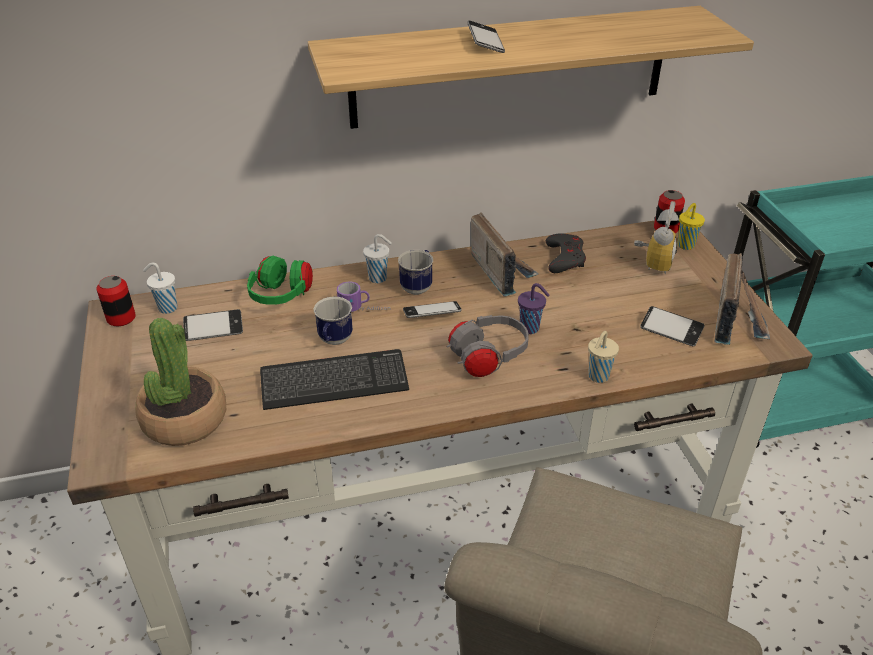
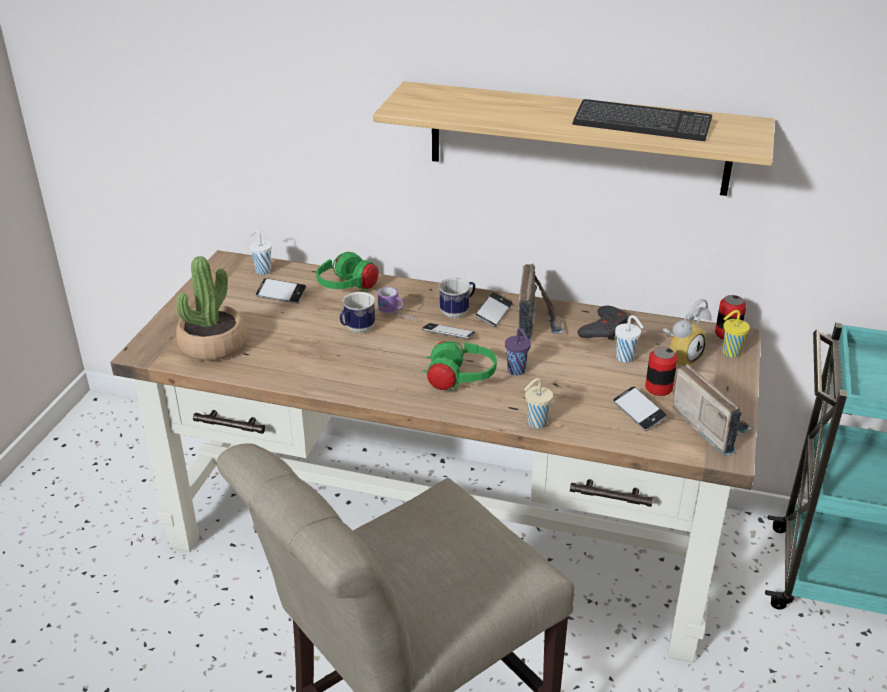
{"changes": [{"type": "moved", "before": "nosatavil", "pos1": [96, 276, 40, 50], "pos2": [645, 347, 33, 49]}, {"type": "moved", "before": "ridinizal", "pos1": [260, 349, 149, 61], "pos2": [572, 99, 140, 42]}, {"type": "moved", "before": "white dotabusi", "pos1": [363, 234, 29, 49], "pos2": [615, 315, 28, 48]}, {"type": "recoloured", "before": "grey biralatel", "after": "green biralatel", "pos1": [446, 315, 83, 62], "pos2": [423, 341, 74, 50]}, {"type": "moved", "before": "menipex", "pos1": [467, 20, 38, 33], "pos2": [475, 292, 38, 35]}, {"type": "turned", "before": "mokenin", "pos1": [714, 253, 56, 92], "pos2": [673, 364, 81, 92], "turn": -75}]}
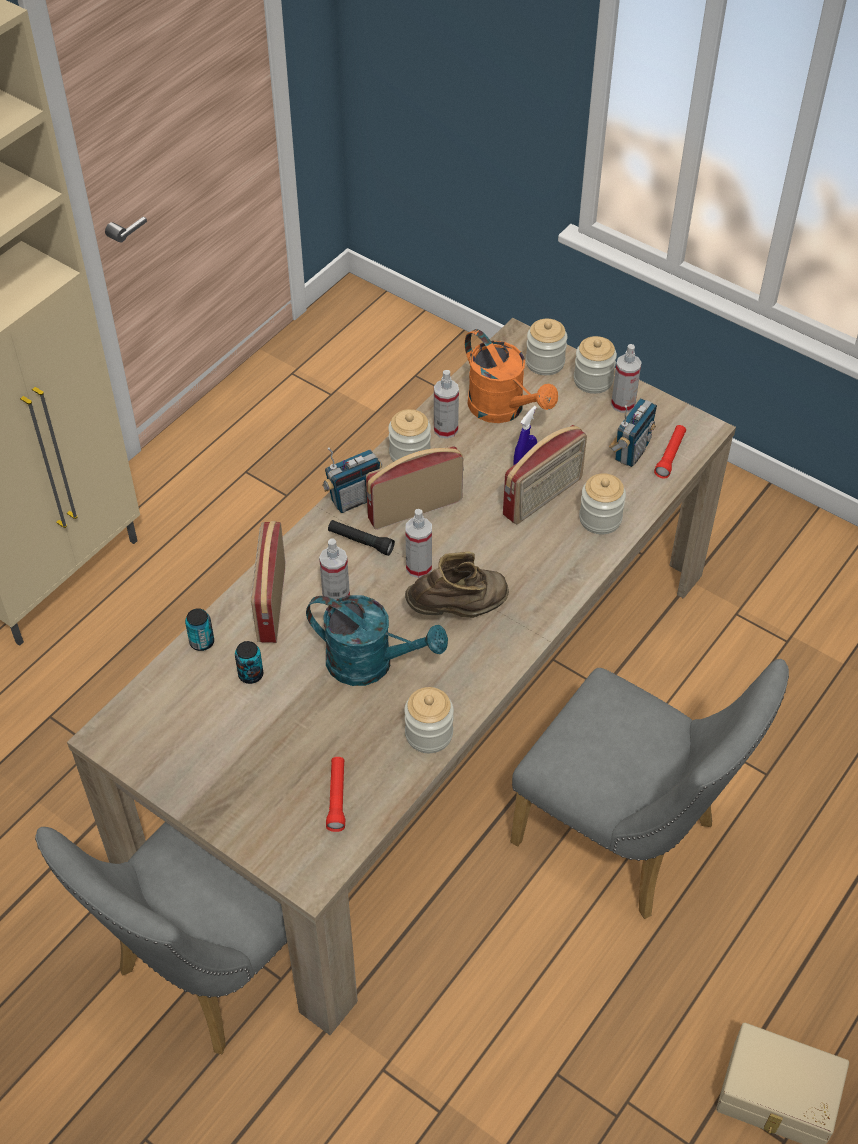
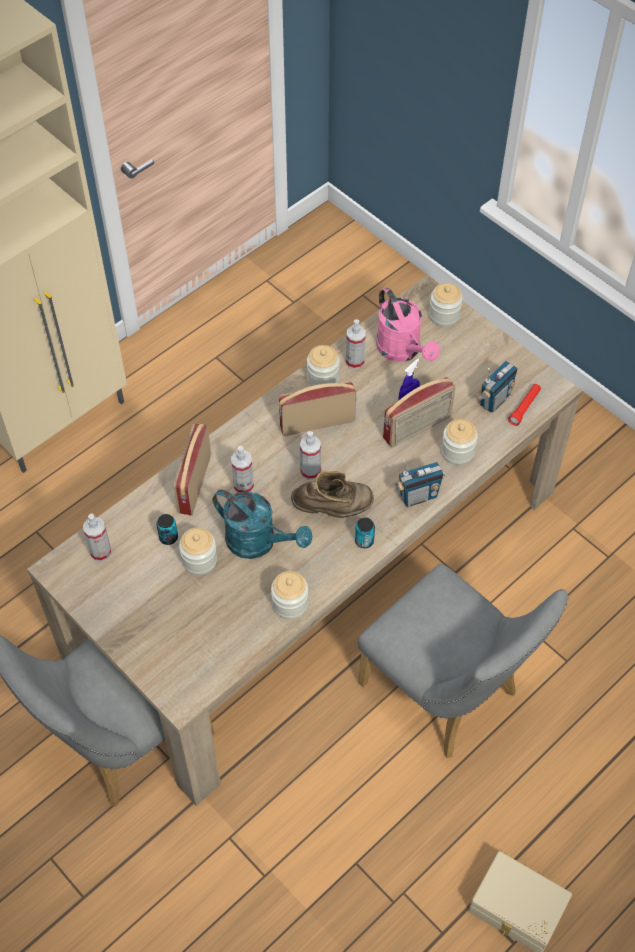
{"changes": [{"type": "moved", "before": "nosatavil", "pos1": [185, 608, 29, 43], "pos2": [355, 518, 20, 30]}, {"type": "moved", "before": "mokenin", "pos1": [322, 447, 60, 66], "pos2": [395, 460, 50, 47]}, {"type": "removed", "before": "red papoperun", "pos1": [326, 757, 19, 75]}, {"type": "removed", "before": "black papoperun", "pos1": [328, 520, 67, 36]}, {"type": "recoloured", "before": "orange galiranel", "after": "pink galiranel", "pos1": [465, 329, 93, 94], "pos2": [376, 287, 64, 75]}, {"type": "moved", "before": "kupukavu", "pos1": [574, 336, 43, 58], "pos2": [179, 527, 38, 48]}, {"type": "moved", "before": "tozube", "pos1": [611, 344, 31, 69], "pos2": [83, 514, 28, 47]}]}
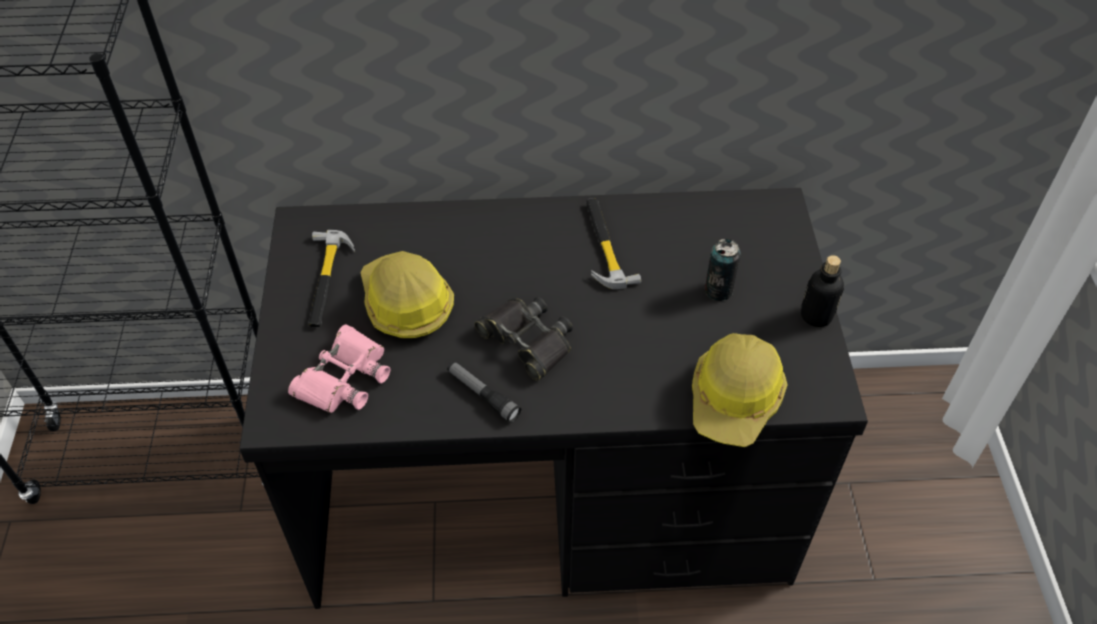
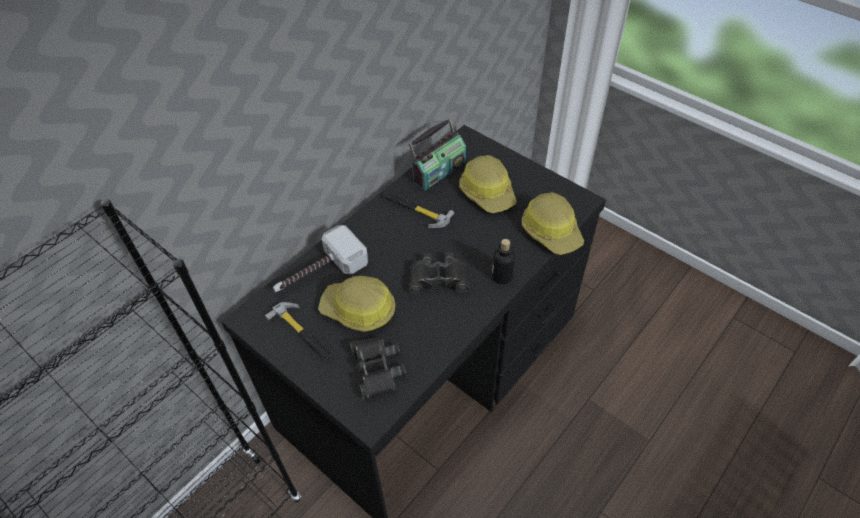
{"changes": [{"type": "recoloured", "before": "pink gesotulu", "after": "black gesotulu", "pos1": [288, 325, 102, 88], "pos2": [350, 336, 56, 64]}, {"type": "removed", "before": "papoperun", "pos1": [447, 361, 75, 62]}, {"type": "replaced", "before": "nosatavil", "after": "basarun", "pos1": [705, 239, 36, 62], "pos2": [459, 155, 58, 58]}, {"type": "moved", "before": "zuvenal", "pos1": [801, 255, 43, 72], "pos2": [492, 239, 23, 45]}, {"type": "added", "after": "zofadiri", "pos2": [273, 225, 95, 67]}, {"type": "added", "after": "mokenin", "pos2": [409, 118, 57, 72]}]}
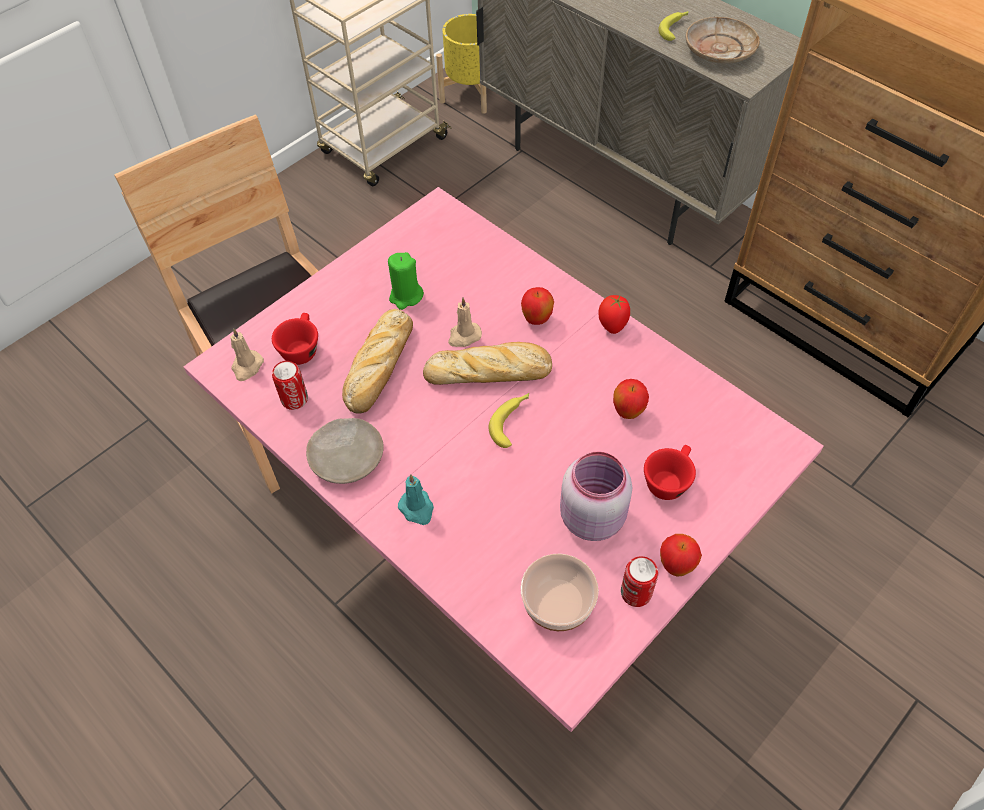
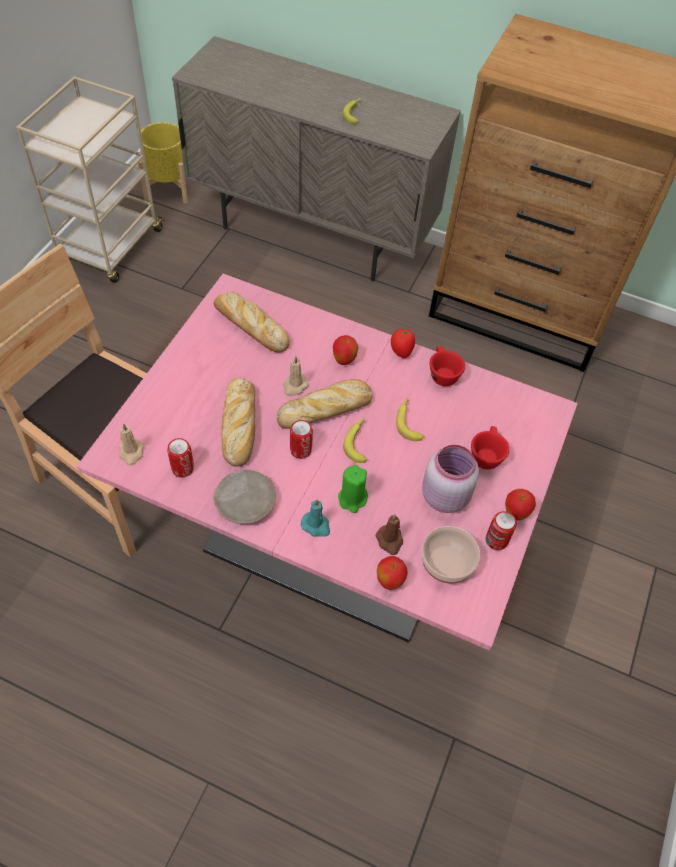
{"changes": [{"type": "moved", "before": "red dotabusi", "pos1": [272, 313, 46, 52], "pos2": [429, 346, 36, 40]}, {"type": "moved", "before": "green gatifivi", "pos1": [388, 252, 36, 58], "pos2": [338, 465, 30, 48]}, {"type": "moved", "before": "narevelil", "pos1": [613, 379, 36, 40], "pos2": [377, 556, 31, 34]}, {"type": "removed", "before": "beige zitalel", "pos1": [686, 17, 74, 47]}, {"type": "added", "after": "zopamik", "pos2": [214, 292, 76, 61]}, {"type": "added", "after": "nosatavil", "pos2": [290, 420, 23, 39]}, {"type": "added", "after": "brown gatifivi", "pos2": [375, 514, 28, 41]}, {"type": "added", "after": "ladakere", "pos2": [396, 397, 28, 44]}]}
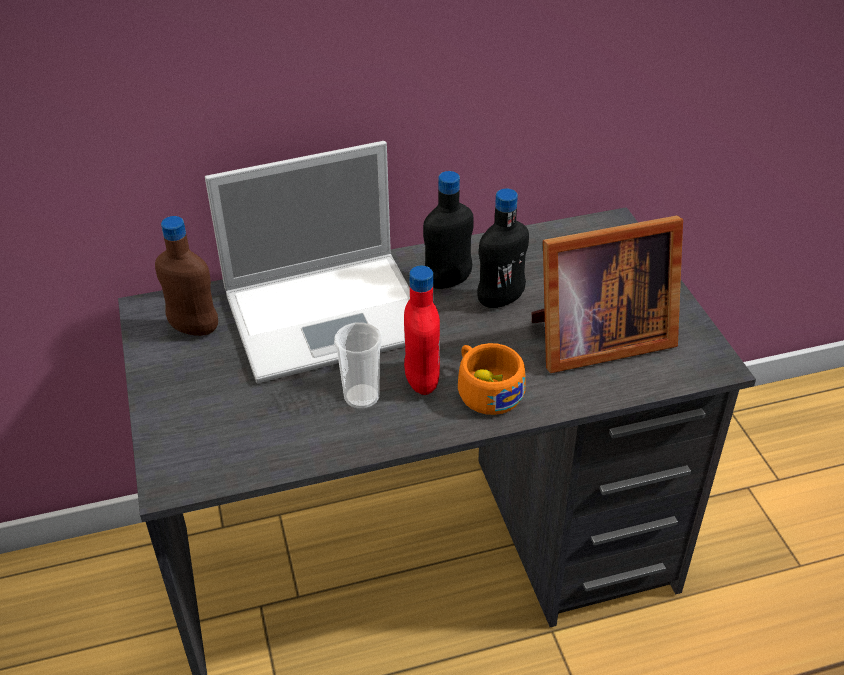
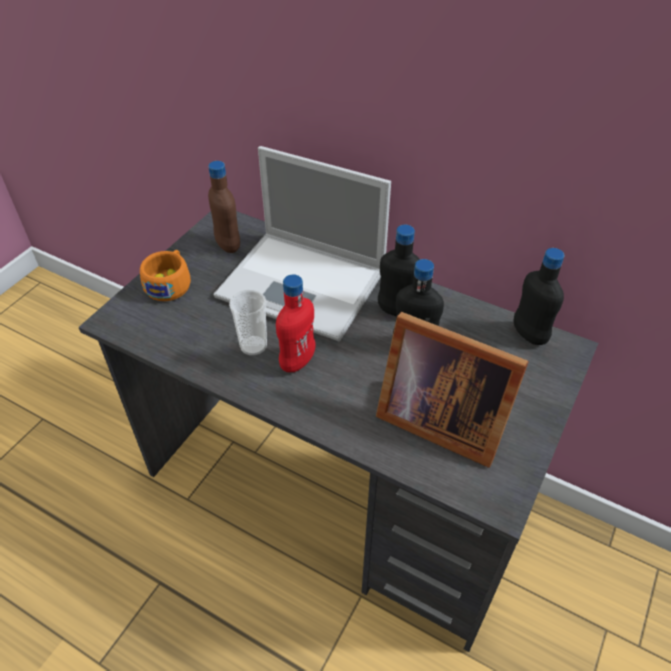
{"changes": [{"type": "moved", "before": "orange dotabusi", "pos1": [458, 343, 68, 72], "pos2": [140, 250, 51, 51]}, {"type": "added", "after": "black zuvenal", "pos2": [513, 248, 51, 97]}]}
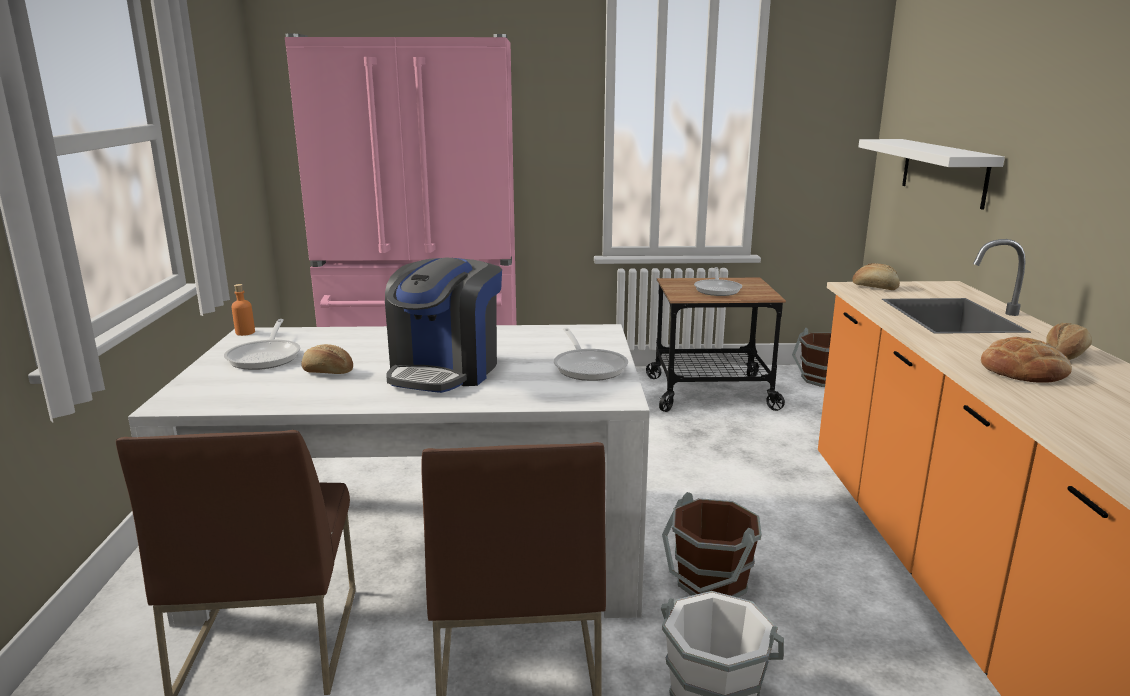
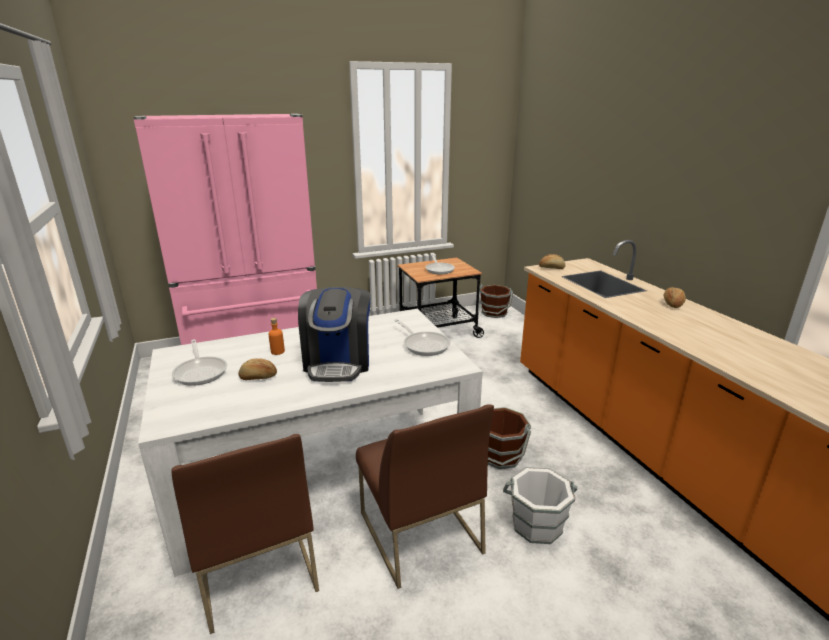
{"changes": [{"type": "moved", "before": "orange zuvenal", "pos1": [231, 284, 24, 52], "pos2": [268, 318, 17, 37]}, {"type": "removed", "before": "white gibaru", "pos1": [858, 139, 147, 71]}, {"type": "removed", "before": "zopamik", "pos1": [981, 337, 91, 46]}]}
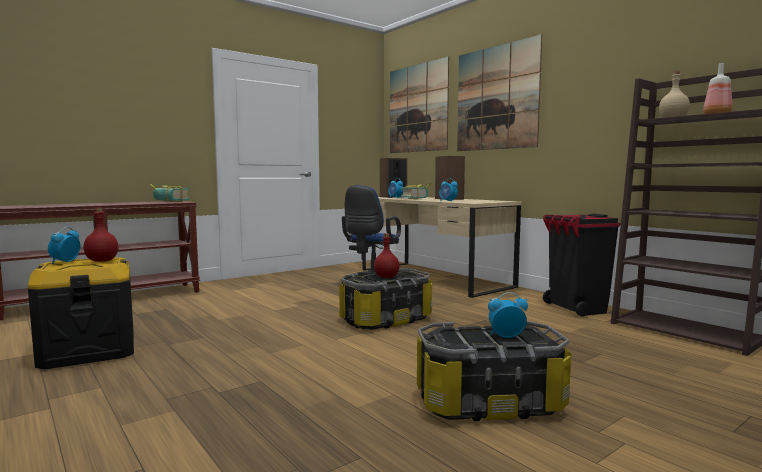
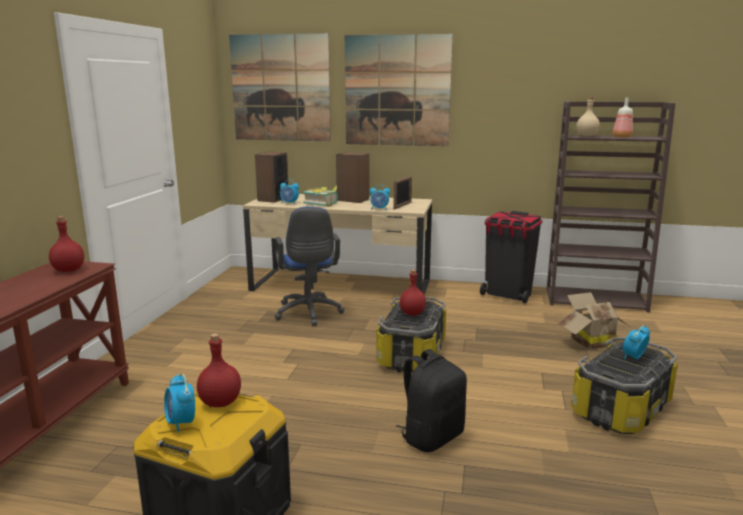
{"changes": [{"type": "replaced", "before": "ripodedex", "after": "red zuvenal", "pos1": [150, 184, 40, 18], "pos2": [49, 216, 35, 56]}, {"type": "added", "after": "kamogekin", "pos2": [393, 176, 19, 34]}, {"type": "added", "after": "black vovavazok", "pos2": [396, 349, 71, 103]}, {"type": "added", "after": "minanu", "pos2": [558, 292, 71, 58]}]}
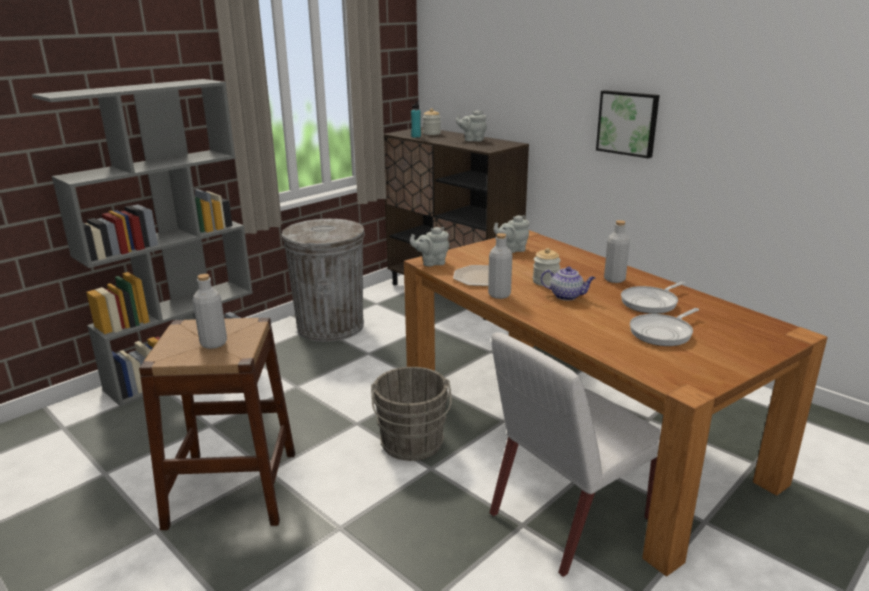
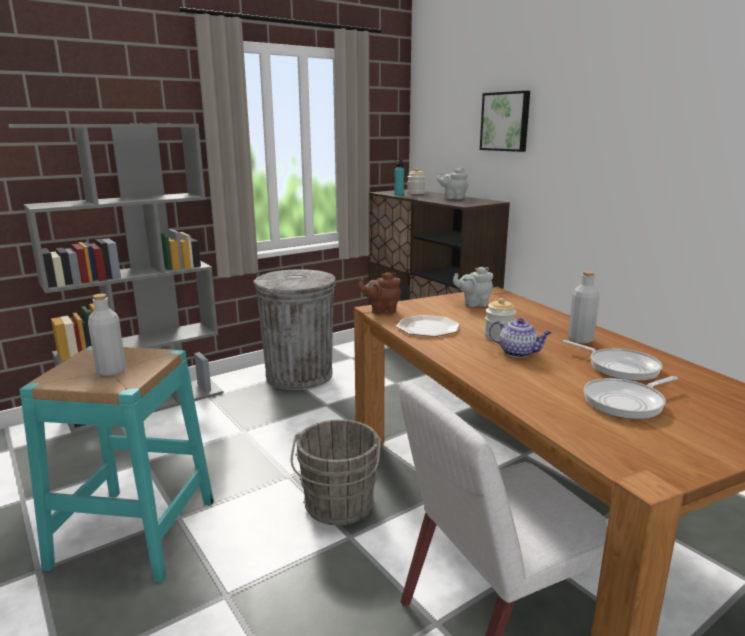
{"changes": [{"type": "recoloured", "before": "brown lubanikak", "after": "turquoise lubanikak", "pos1": [139, 318, 156, 212], "pos2": [19, 346, 195, 237]}, {"type": "recoloured", "before": "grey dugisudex", "after": "brown dugisudex", "pos1": [410, 227, 39, 39], "pos2": [358, 272, 43, 42]}, {"type": "removed", "before": "grey zuvenal", "pos1": [488, 233, 24, 66]}, {"type": "moved", "before": "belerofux", "pos1": [596, 90, 63, 68], "pos2": [480, 91, 50, 61]}, {"type": "turned", "before": "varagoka", "pos1": [621, 281, 64, 33], "pos2": [563, 340, 99, 41], "turn": -105}]}
